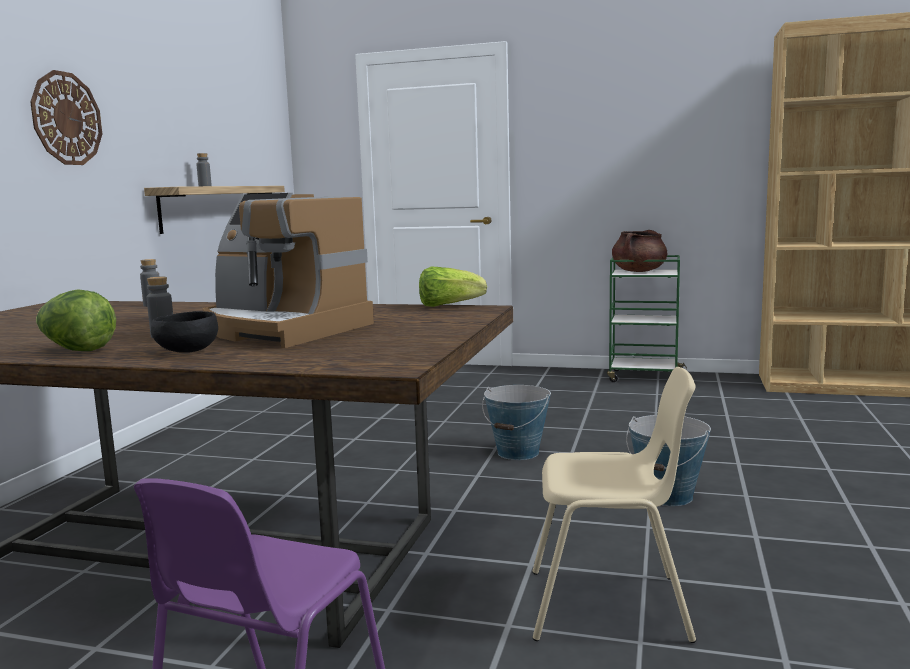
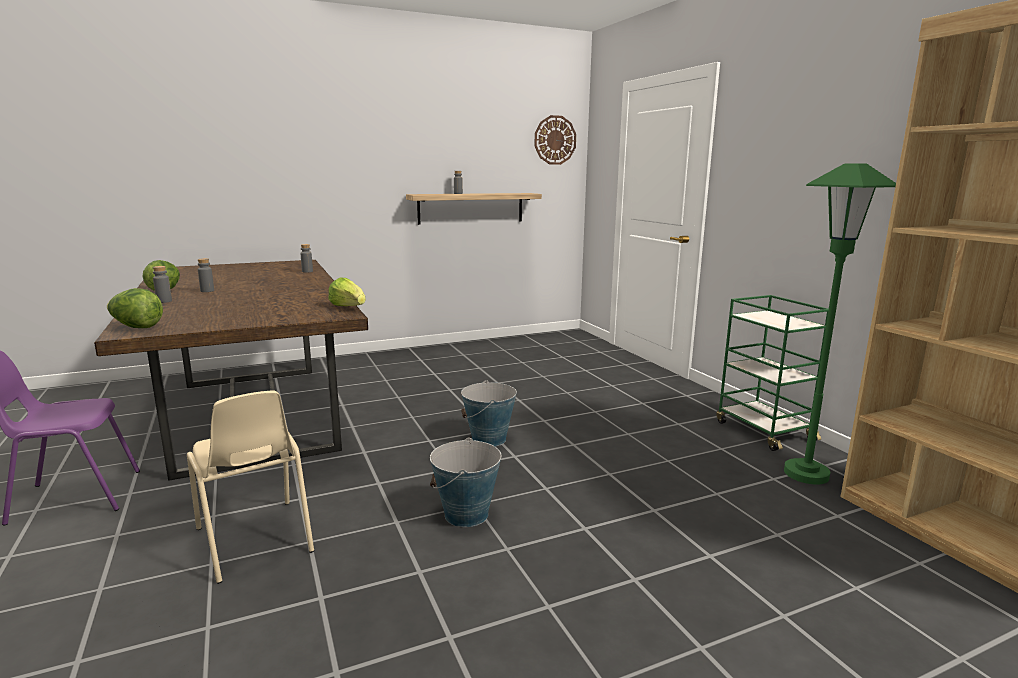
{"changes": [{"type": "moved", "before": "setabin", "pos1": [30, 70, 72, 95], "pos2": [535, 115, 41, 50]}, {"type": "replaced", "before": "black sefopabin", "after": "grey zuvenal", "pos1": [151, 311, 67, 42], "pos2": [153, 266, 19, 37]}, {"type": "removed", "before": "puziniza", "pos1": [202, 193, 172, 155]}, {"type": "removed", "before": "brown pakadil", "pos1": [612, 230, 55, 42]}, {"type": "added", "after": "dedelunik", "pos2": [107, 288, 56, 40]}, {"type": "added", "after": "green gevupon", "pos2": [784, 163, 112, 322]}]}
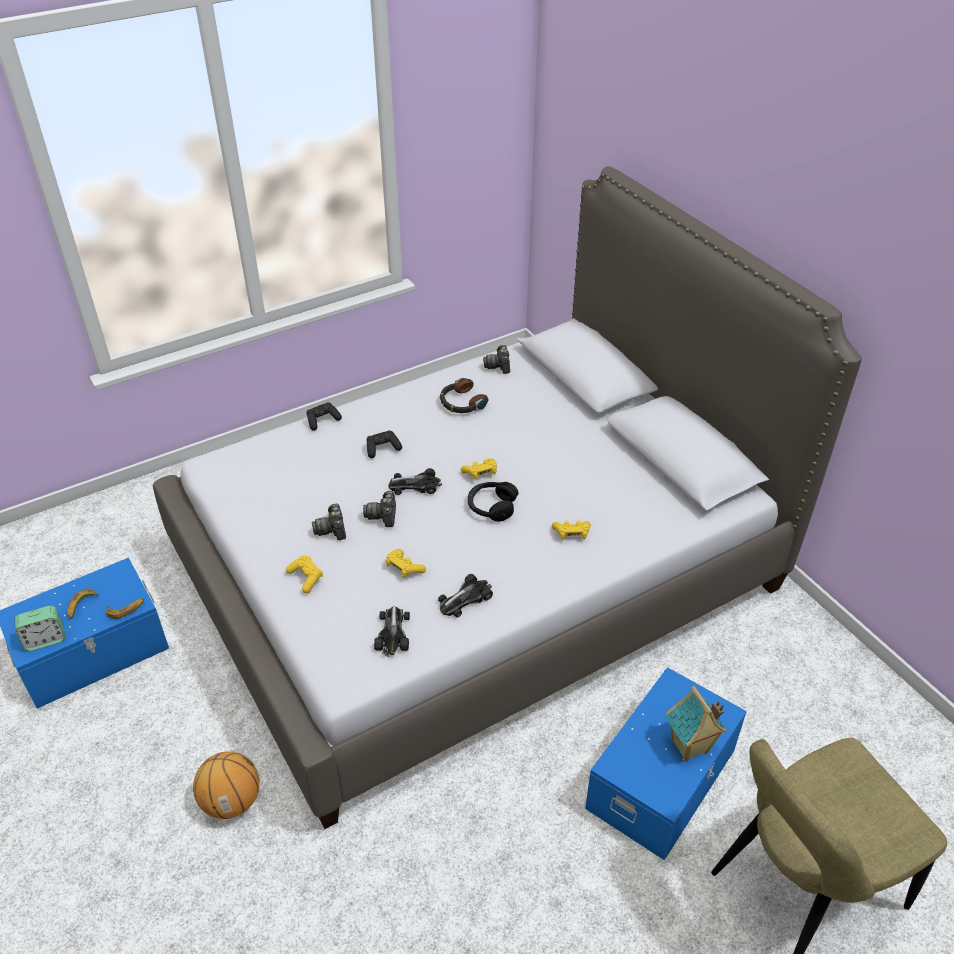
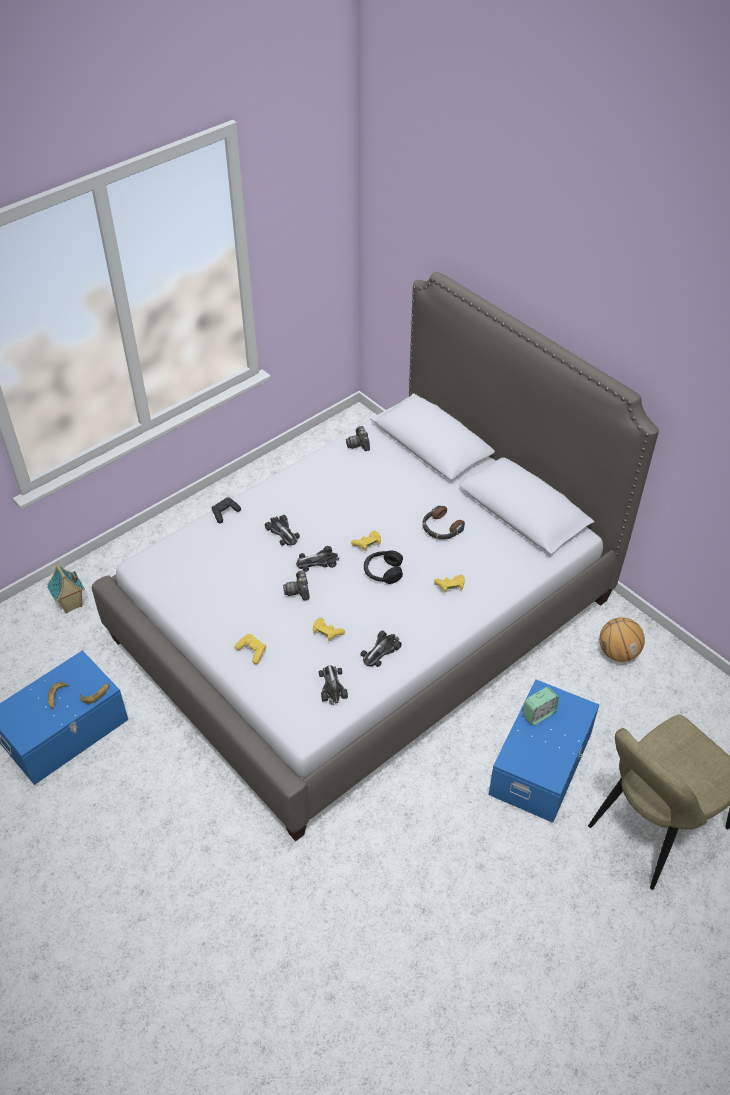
{"changes": [{"type": "moved", "before": "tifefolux", "pos1": [14, 606, 51, 45], "pos2": [523, 687, 36, 38]}, {"type": "moved", "before": "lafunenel", "pos1": [193, 752, 67, 67], "pos2": [599, 617, 46, 45]}, {"type": "removed", "before": "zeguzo", "pos1": [312, 503, 34, 37]}, {"type": "replaced", "before": "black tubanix", "after": "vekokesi", "pos1": [366, 431, 36, 27], "pos2": [265, 515, 35, 31]}, {"type": "moved", "before": "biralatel", "pos1": [440, 378, 48, 35], "pos2": [422, 506, 43, 34]}, {"type": "moved", "before": "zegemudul", "pos1": [665, 686, 62, 76], "pos2": [47, 563, 38, 51]}]}
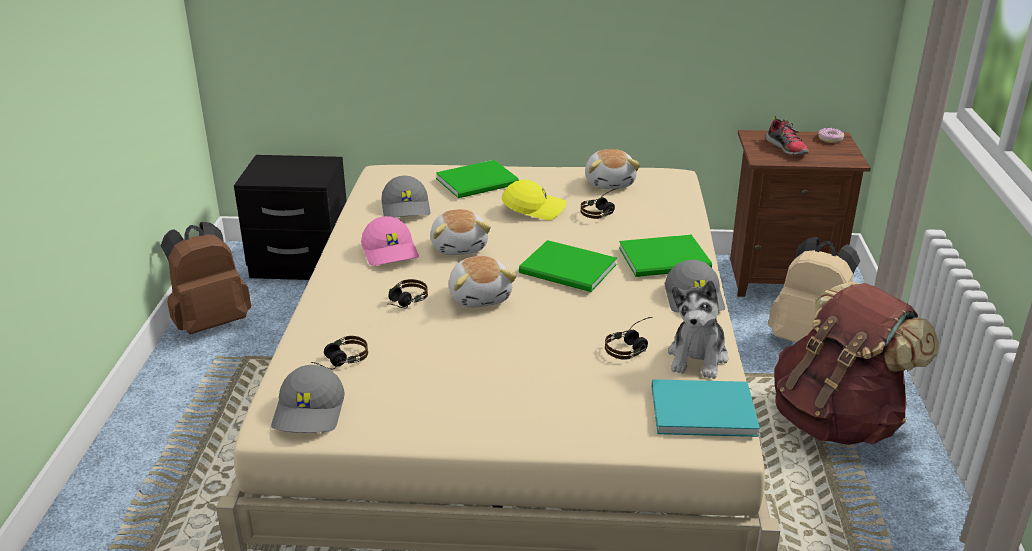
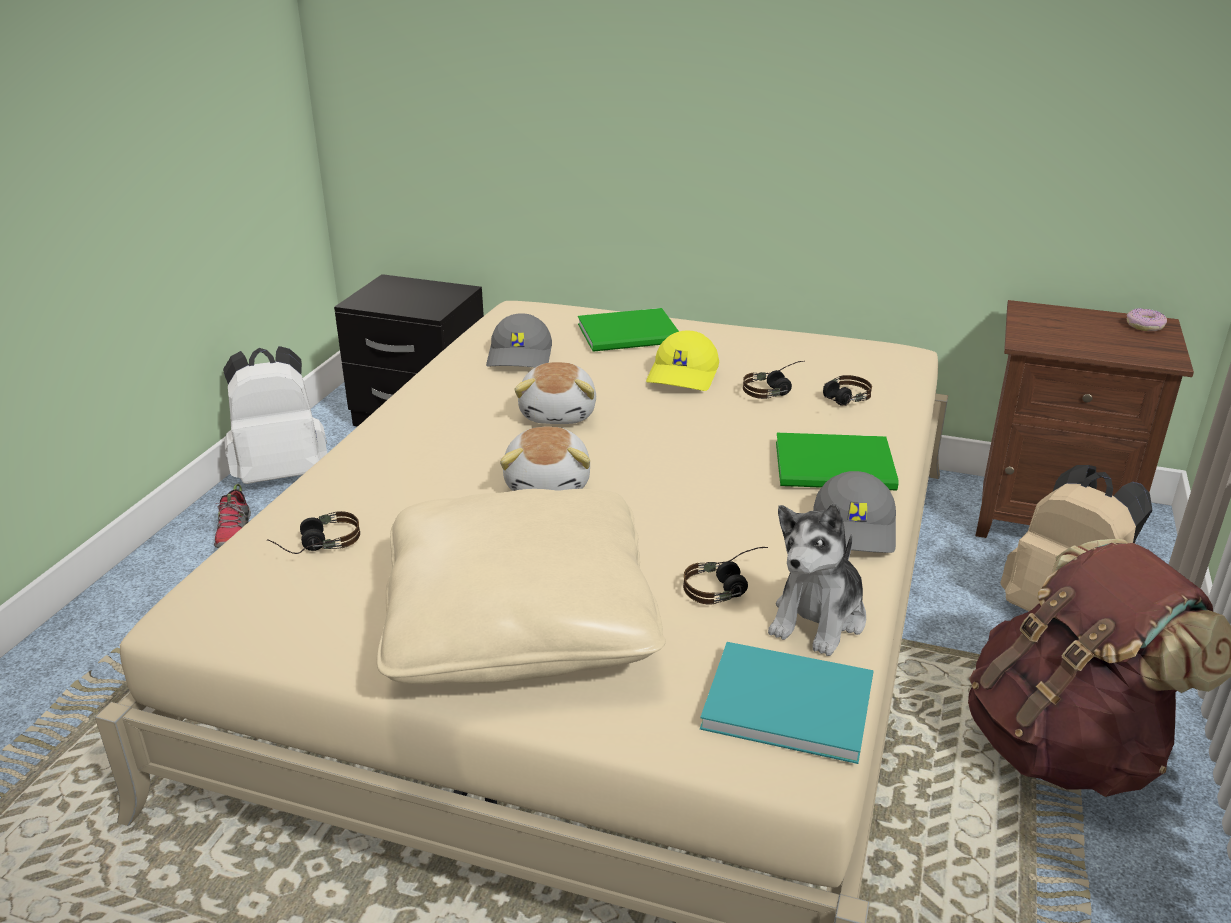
{"changes": [{"type": "recoloured", "before": "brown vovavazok", "after": "white vovavazok", "pos1": [161, 222, 90, 112], "pos2": [223, 346, 104, 138]}, {"type": "removed", "before": "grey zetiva", "pos1": [271, 365, 74, 68]}, {"type": "removed", "before": "pink zetiva", "pos1": [361, 216, 58, 50]}, {"type": "moved", "before": "biralatel", "pos1": [389, 279, 39, 29], "pos2": [823, 375, 49, 31]}, {"type": "turned", "before": "yellow zetiva", "pos1": [502, 180, 64, 40], "pos2": [646, 330, 73, 61], "turn": 90}, {"type": "removed", "before": "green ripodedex", "pos1": [519, 240, 98, 52]}, {"type": "removed", "before": "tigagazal", "pos1": [585, 149, 55, 40]}, {"type": "moved", "before": "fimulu", "pos1": [766, 116, 43, 39], "pos2": [214, 484, 37, 64]}, {"type": "added", "after": "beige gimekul", "pos2": [377, 489, 289, 196]}]}
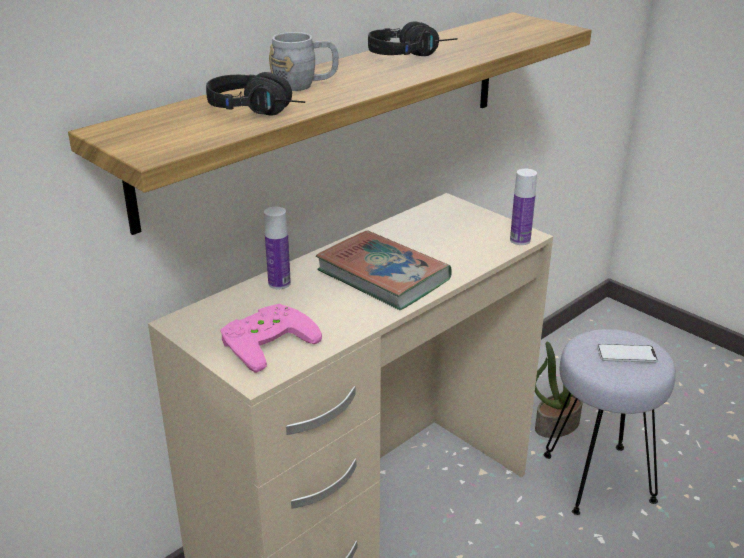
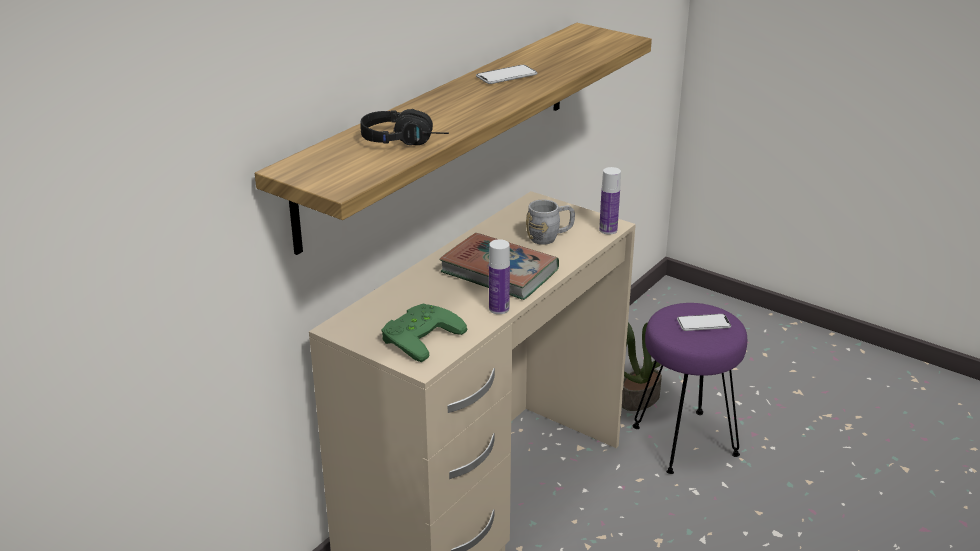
{"changes": [{"type": "recoloured", "before": "pink tubanix", "after": "green tubanix", "pos1": [220, 304, 102, 69], "pos2": [382, 304, 85, 58]}, {"type": "moved", "before": "zuvenal", "pos1": [264, 207, 27, 82], "pos2": [489, 239, 21, 75]}, {"type": "moved", "before": "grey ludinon", "pos1": [269, 32, 70, 59], "pos2": [526, 200, 49, 45]}, {"type": "replaced", "before": "black biralatel", "after": "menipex", "pos1": [368, 21, 90, 35], "pos2": [476, 65, 61, 19]}, {"type": "recoloured", "before": "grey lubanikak", "after": "purple lubanikak", "pos1": [544, 329, 132, 186], "pos2": [633, 303, 114, 171]}]}
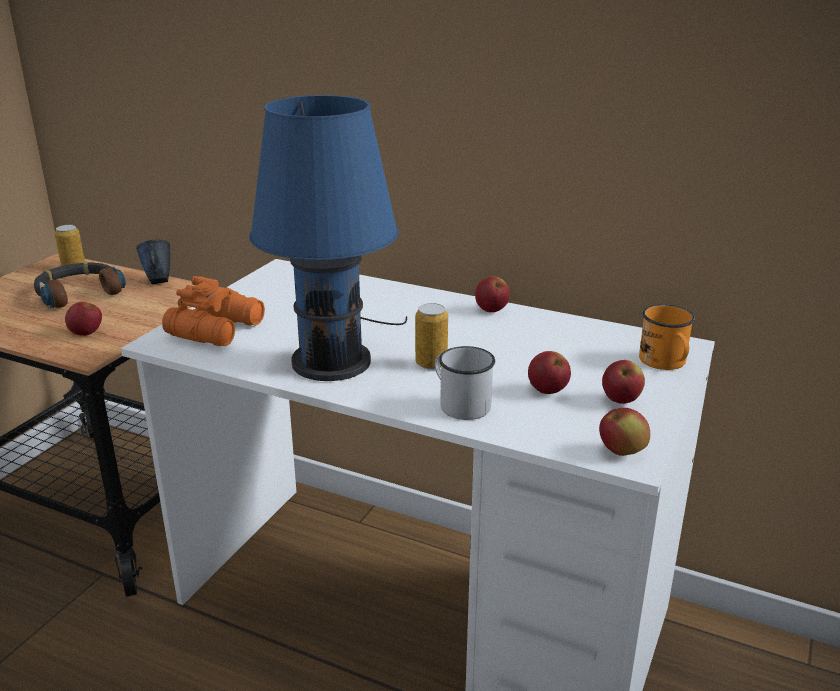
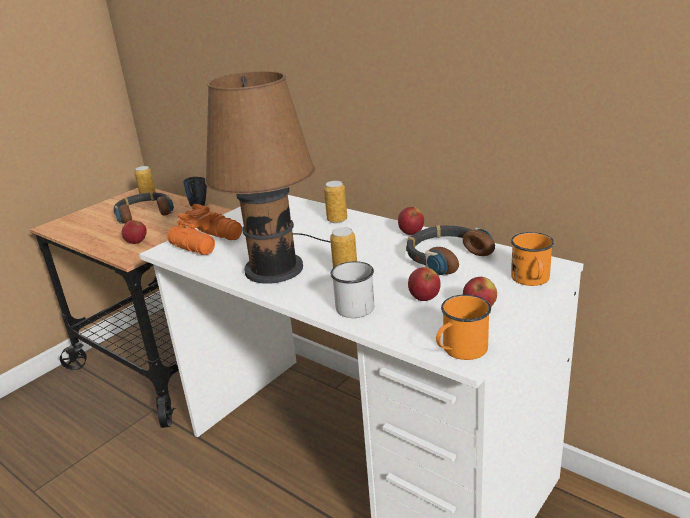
{"changes": [{"type": "recoloured", "before": "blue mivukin", "after": "brown mivukin", "pos1": [249, 95, 158, 286], "pos2": [205, 71, 125, 213]}, {"type": "replaced", "before": "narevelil", "after": "orange ludinon", "pos1": [599, 408, 51, 48], "pos2": [436, 295, 55, 65]}, {"type": "added", "after": "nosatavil", "pos2": [324, 181, 23, 42]}, {"type": "added", "after": "biralatel", "pos2": [406, 225, 89, 50]}]}
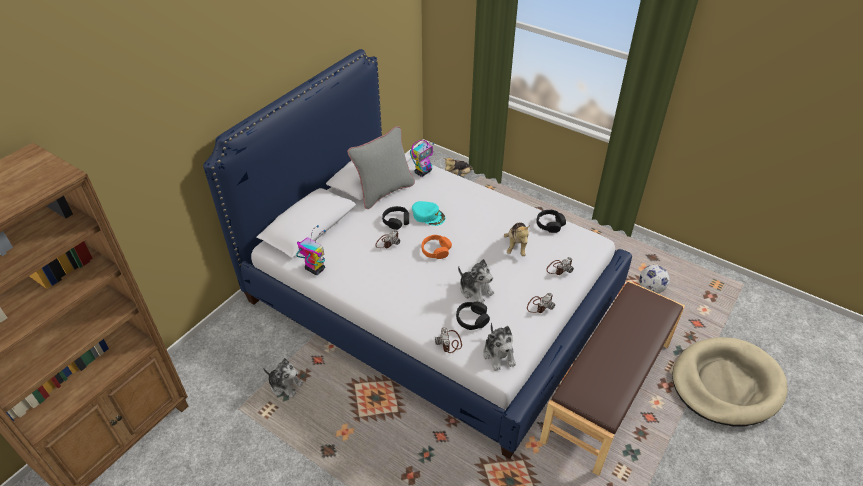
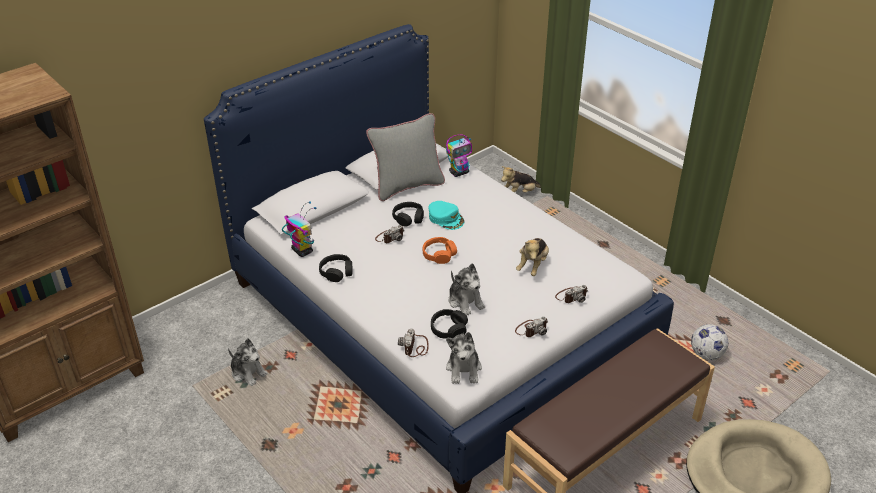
{"changes": [{"type": "moved", "before": "black biralatel", "pos1": [536, 210, 30, 23], "pos2": [319, 254, 33, 28]}]}
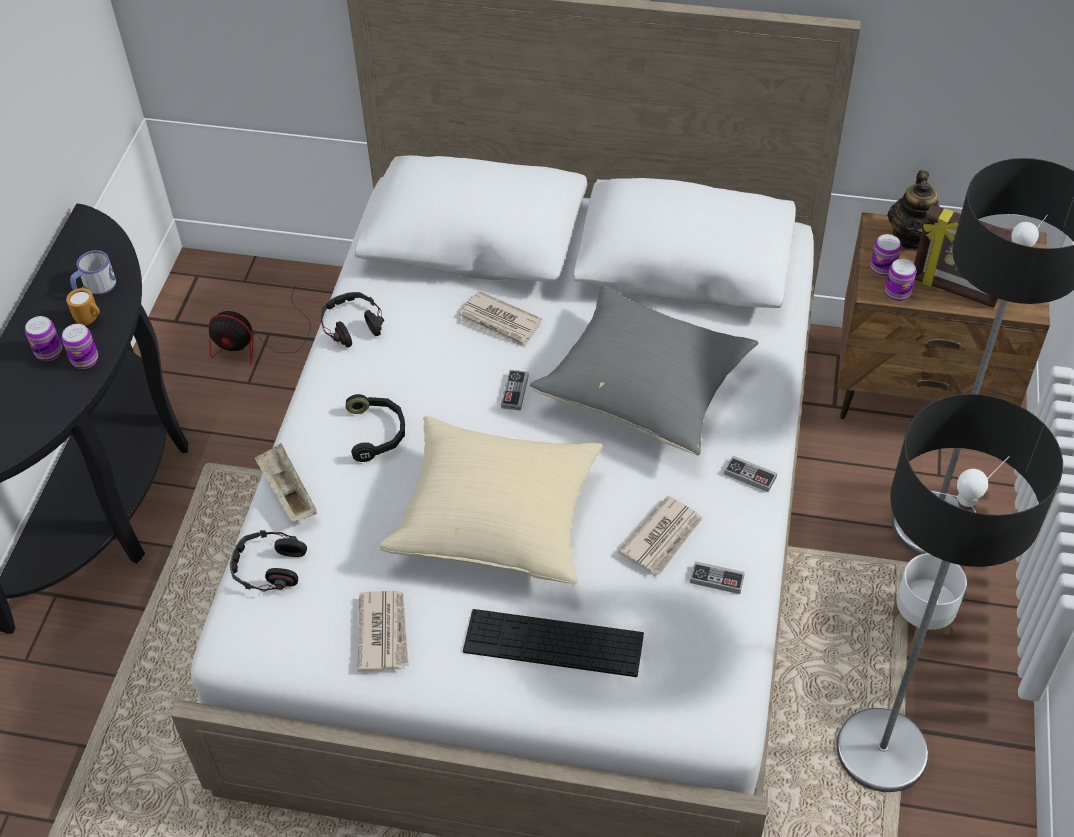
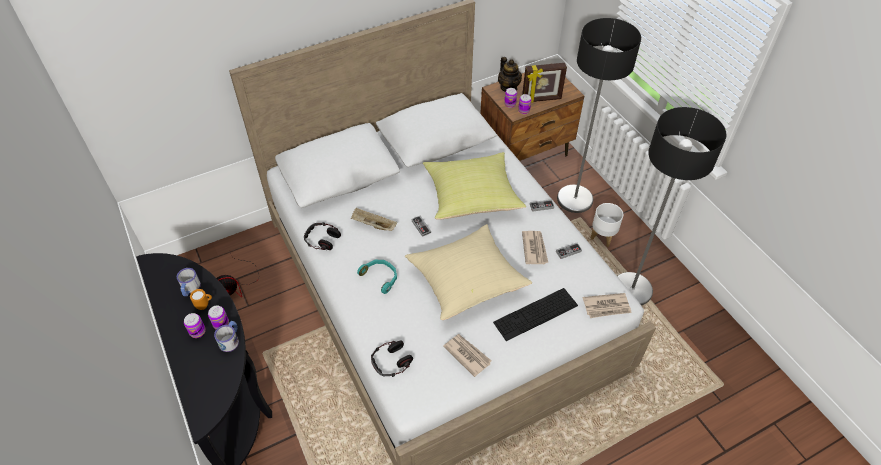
{"changes": [{"type": "moved", "before": "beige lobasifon", "pos1": [255, 443, 62, 79], "pos2": [351, 208, 46, 23]}, {"type": "recoloured", "before": "black biralatel", "after": "turquoise biralatel", "pos1": [346, 394, 59, 68], "pos2": [357, 260, 40, 34]}, {"type": "moved", "before": "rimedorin", "pos1": [459, 291, 83, 57], "pos2": [583, 293, 49, 25]}, {"type": "recoloured", "before": "grey gimekul", "after": "yellow gimekul", "pos1": [530, 285, 228, 171], "pos2": [423, 152, 103, 68]}, {"type": "added", "after": "ludinon", "pos2": [214, 321, 25, 31]}]}
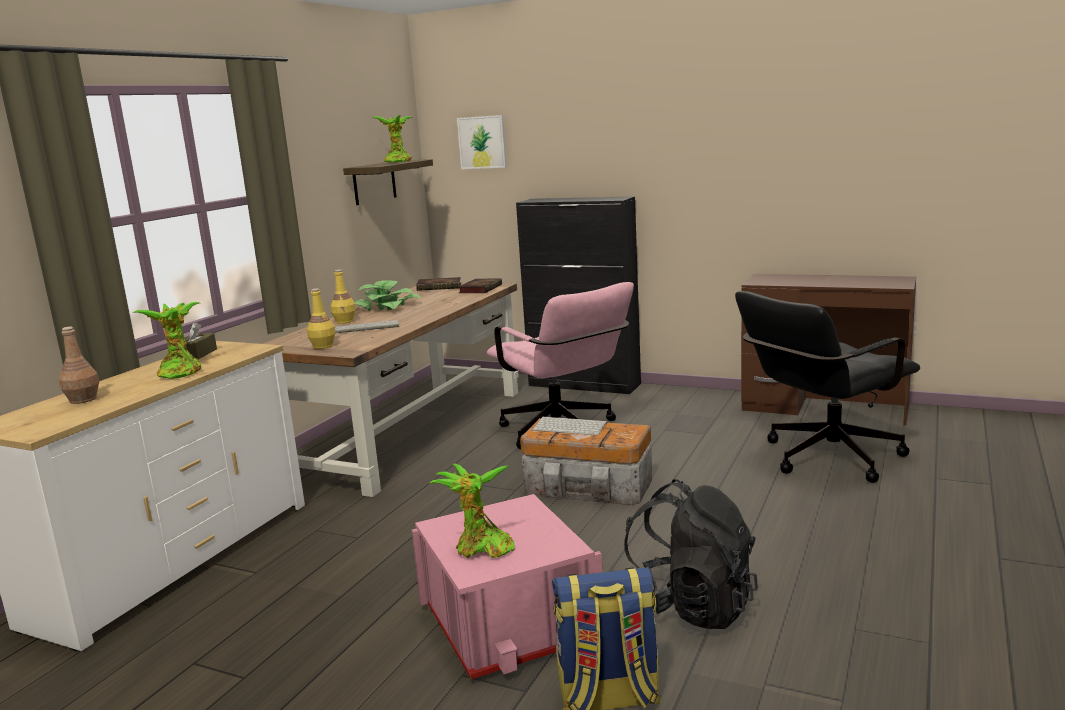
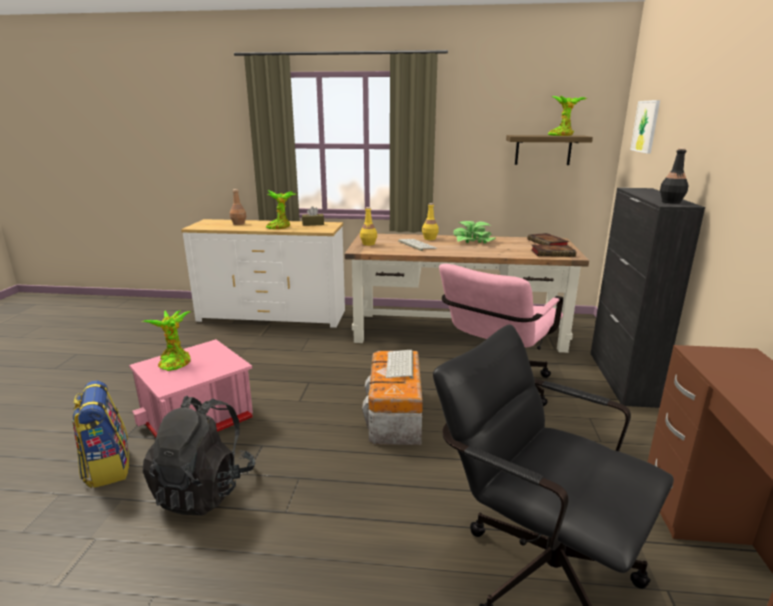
{"changes": [{"type": "added", "after": "black zuvenal", "pos2": [660, 148, 29, 56]}]}
